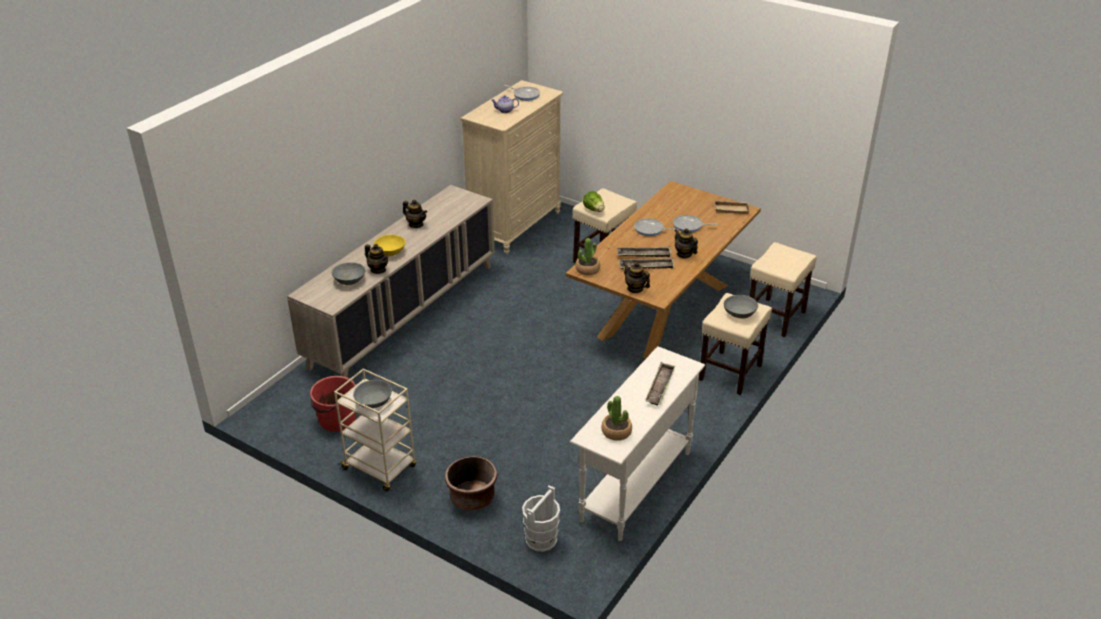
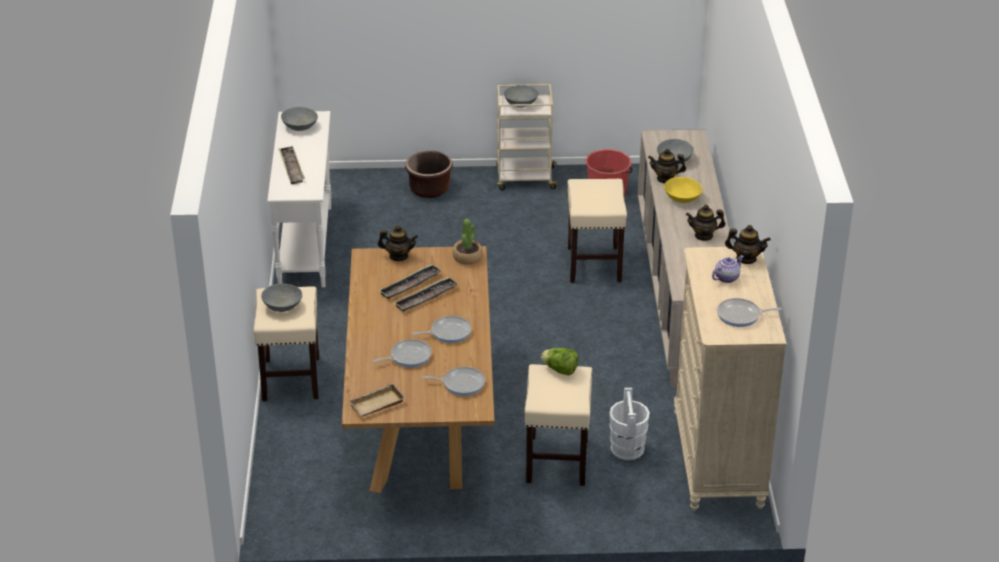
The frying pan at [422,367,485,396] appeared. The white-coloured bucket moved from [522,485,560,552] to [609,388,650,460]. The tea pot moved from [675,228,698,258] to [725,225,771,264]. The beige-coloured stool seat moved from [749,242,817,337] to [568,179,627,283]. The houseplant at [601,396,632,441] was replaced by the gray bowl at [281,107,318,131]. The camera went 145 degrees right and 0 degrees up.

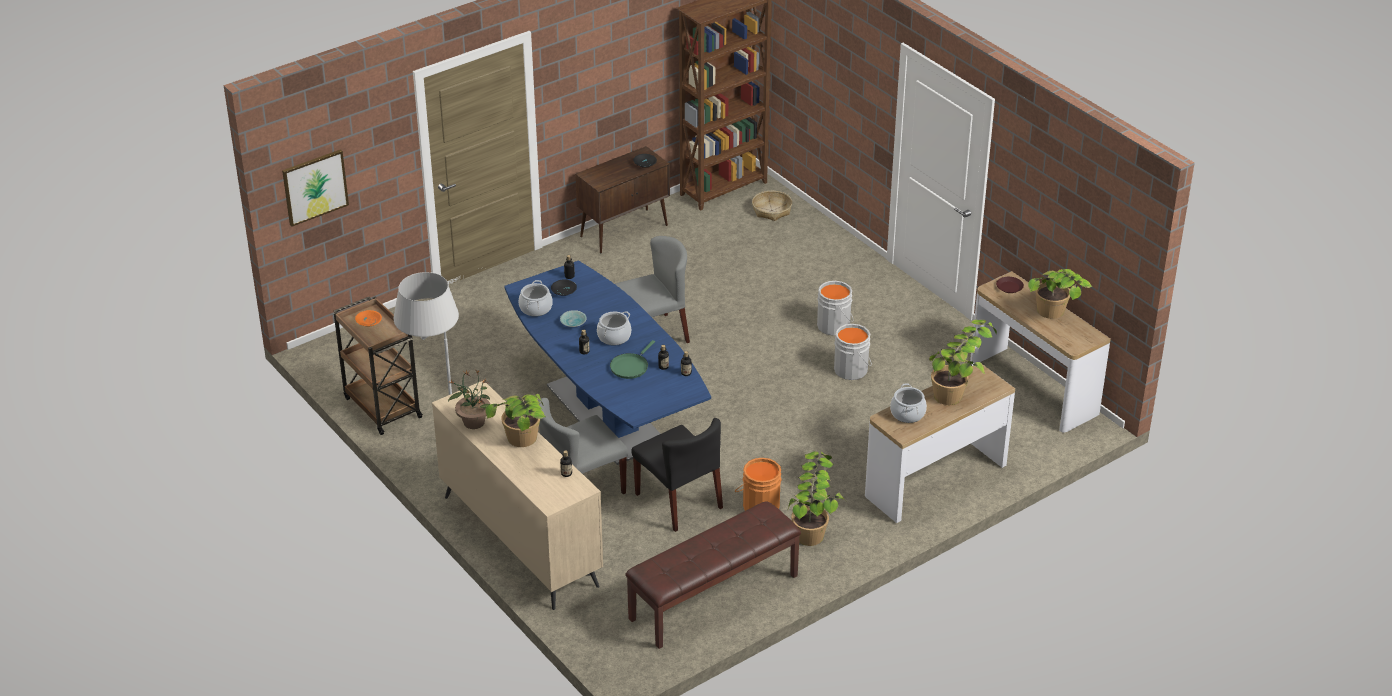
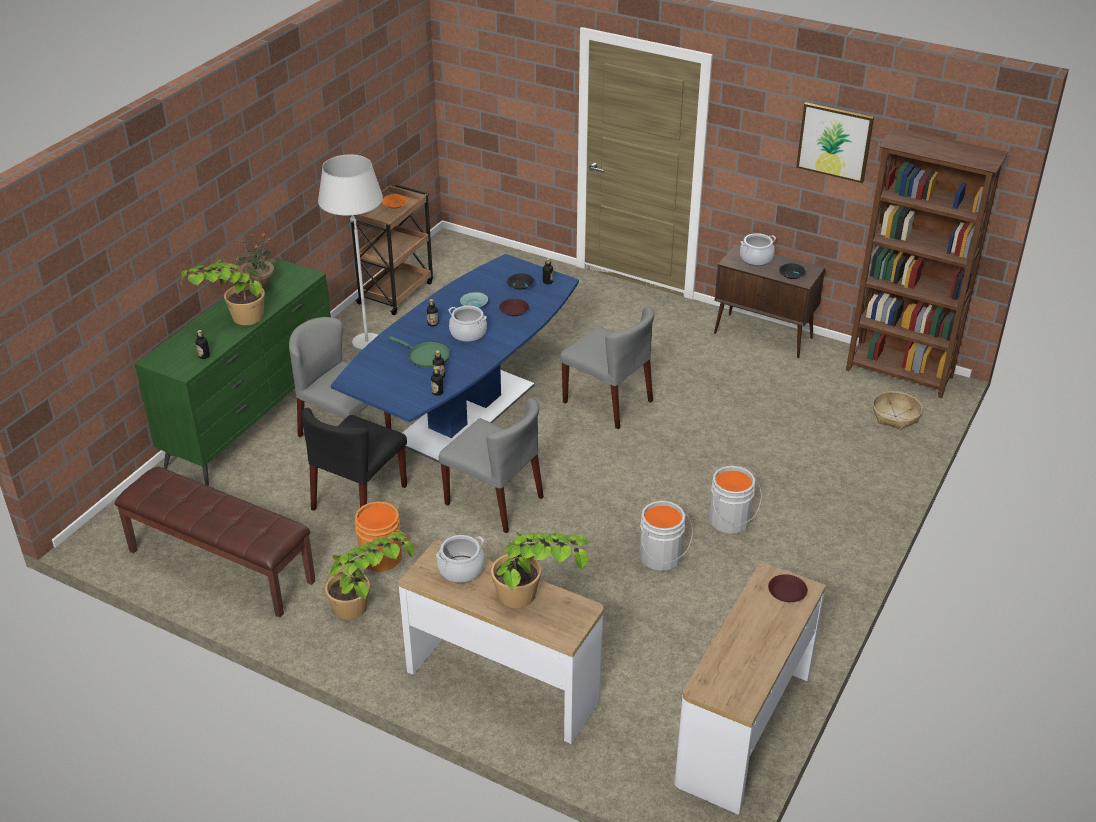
The houseplant at [1028,269,1092,319] disappeared. The gray upright chair at [439,398,544,533] appeared. The brownish plate at [499,299,529,316] appeared. The wall art moved from [282,149,349,226] to [796,102,874,183]. The saucepot moved from [519,280,553,317] to [740,233,776,266]. The beige-coloured dresser at [432,381,603,610] became the green dresser at [134,258,331,486]. The green frying pan at [610,340,655,379] turned 150 degrees counterclockwise. The camera went 65 degrees right and 0 degrees up.

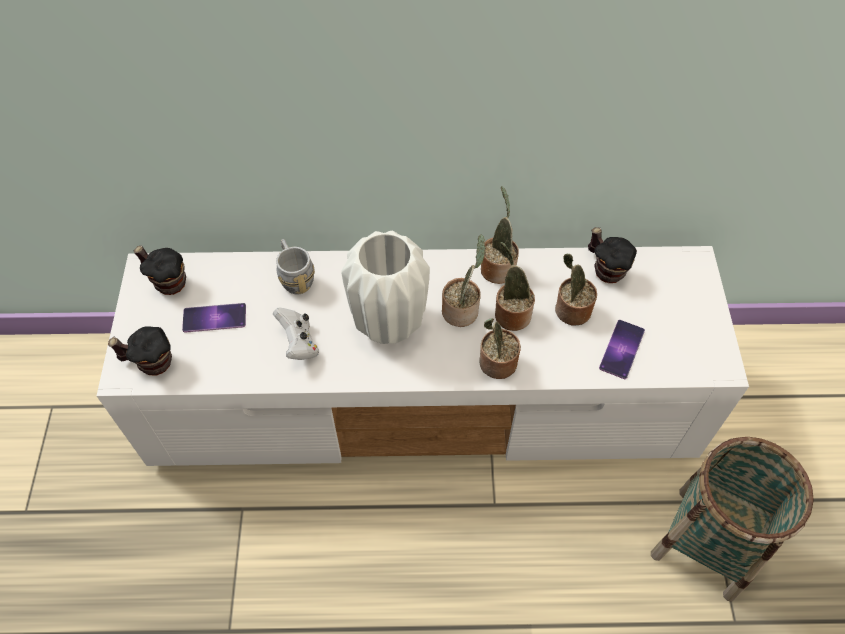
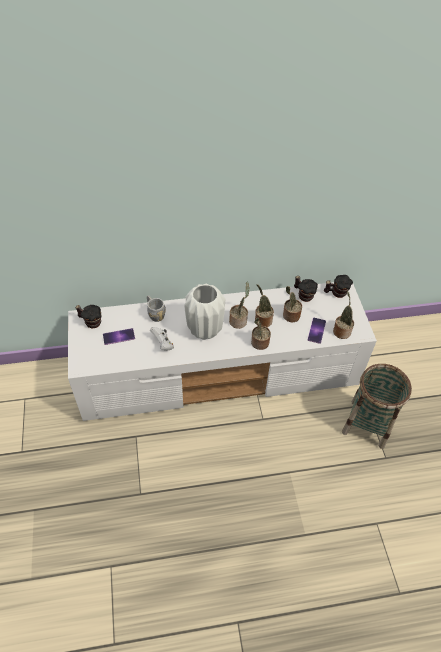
The coffee mug moved from [108,326,172,376] to [324,275,353,298]. The houseplant moved from [481,186,519,284] to [333,291,354,339]. The camera went 10 degrees left and 5 degrees down.

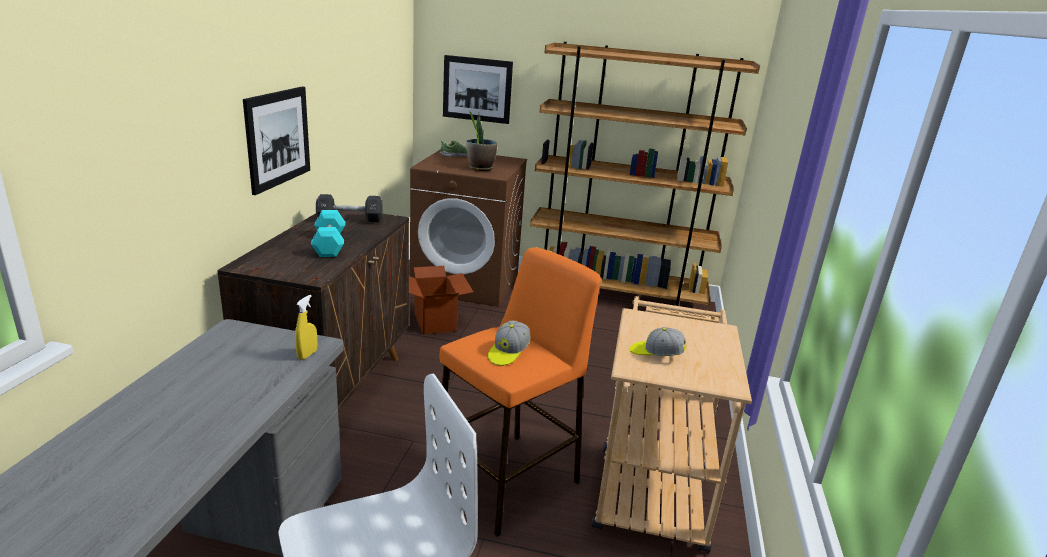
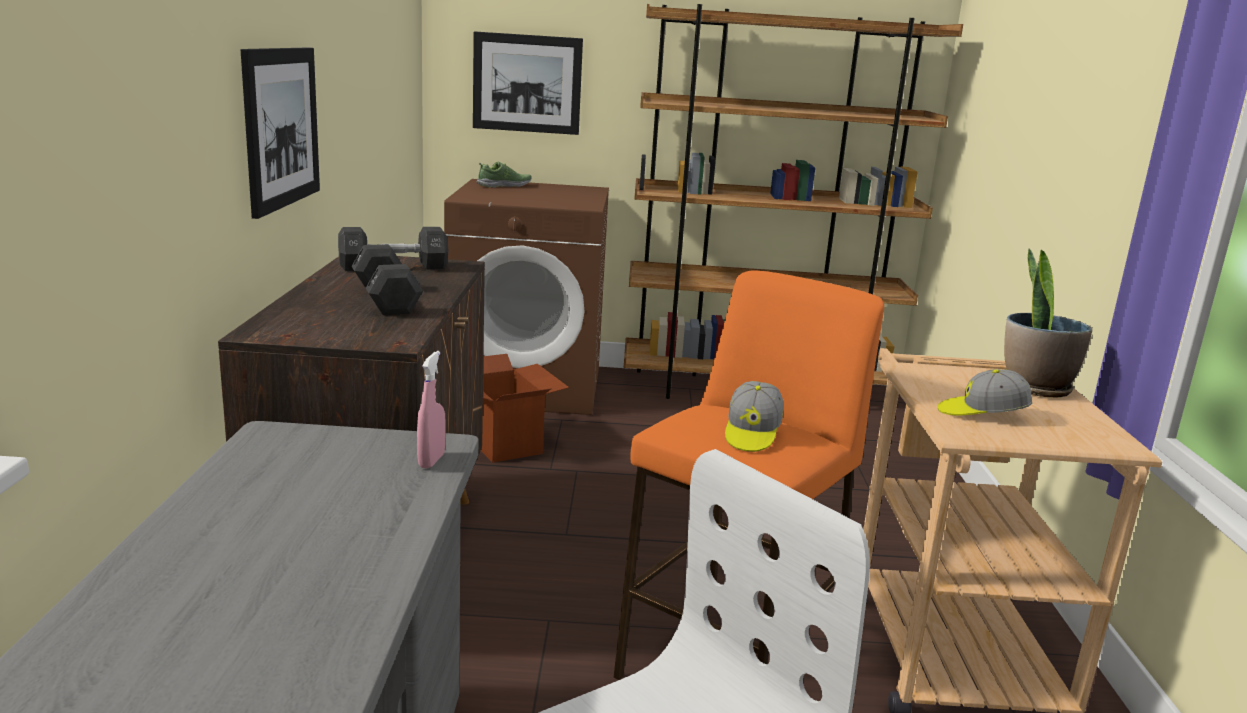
The houseplant moved from [466,111,497,171] to [1004,249,1092,397]. The yellowish sprayer at [295,295,317,360] became the pink sprayer at [417,351,446,468]. The turquoise dumbbell at [311,210,345,257] became the black dumbbell at [351,244,423,315]. The camera went 10 degrees left and 5 degrees down.

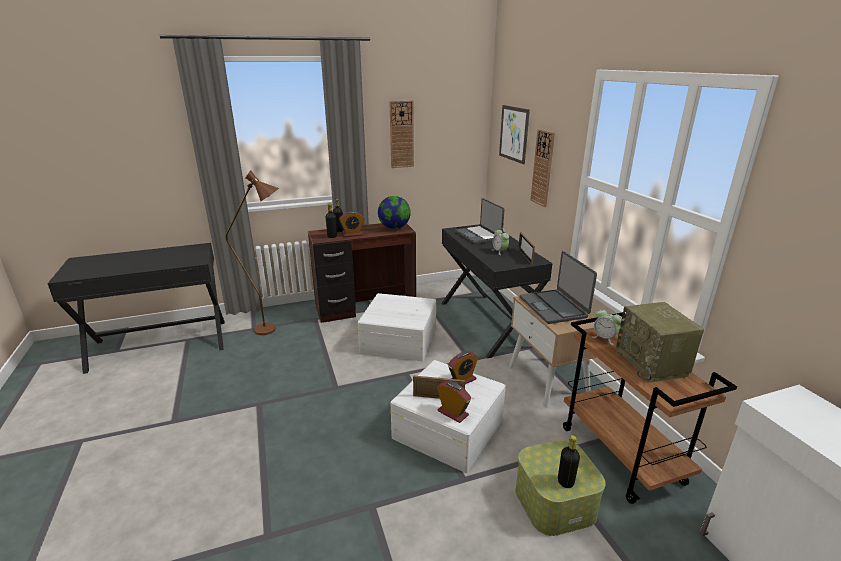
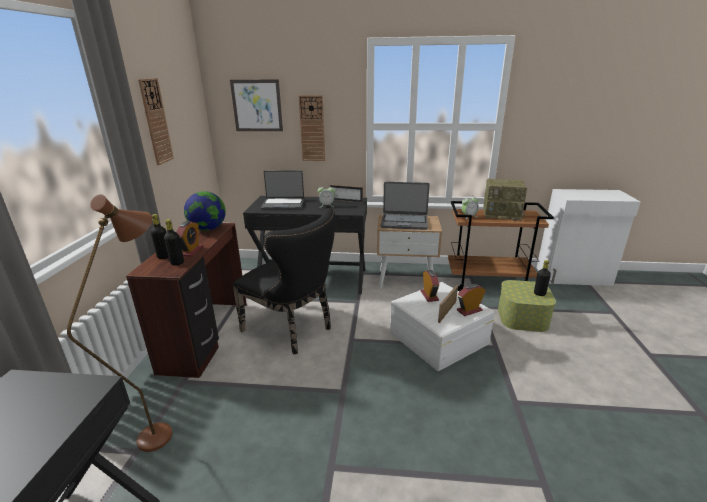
The white-coloured storage box at [358,293,436,361] was replaced by the black upright chair at [232,208,336,355]. The camera went 65 degrees left and 0 degrees up.

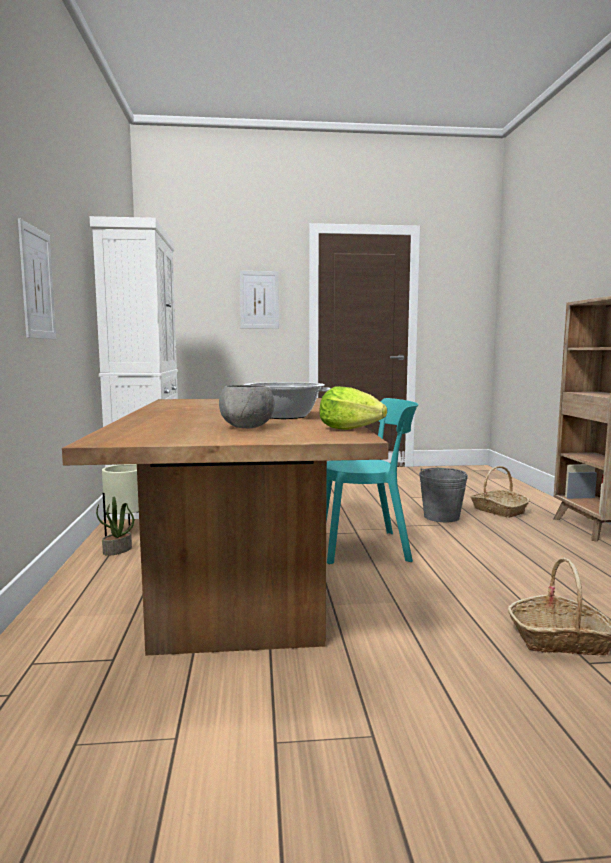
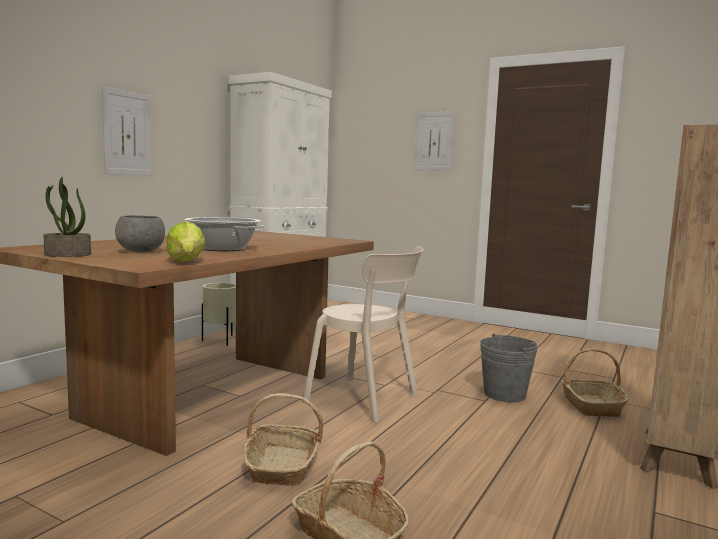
The storage basket at [243,393,323,486] appeared. The houseplant moved from [96,497,134,556] to [43,177,91,257]. The turquoise upright chair at [326,398,419,564] became the beige-coloured upright chair at [304,246,423,423]. The camera went 35 degrees right and 0 degrees up.

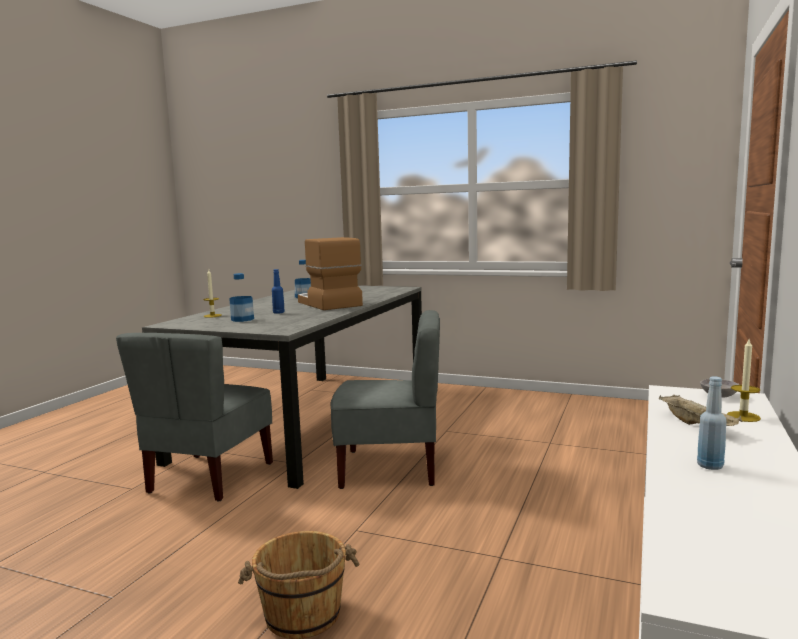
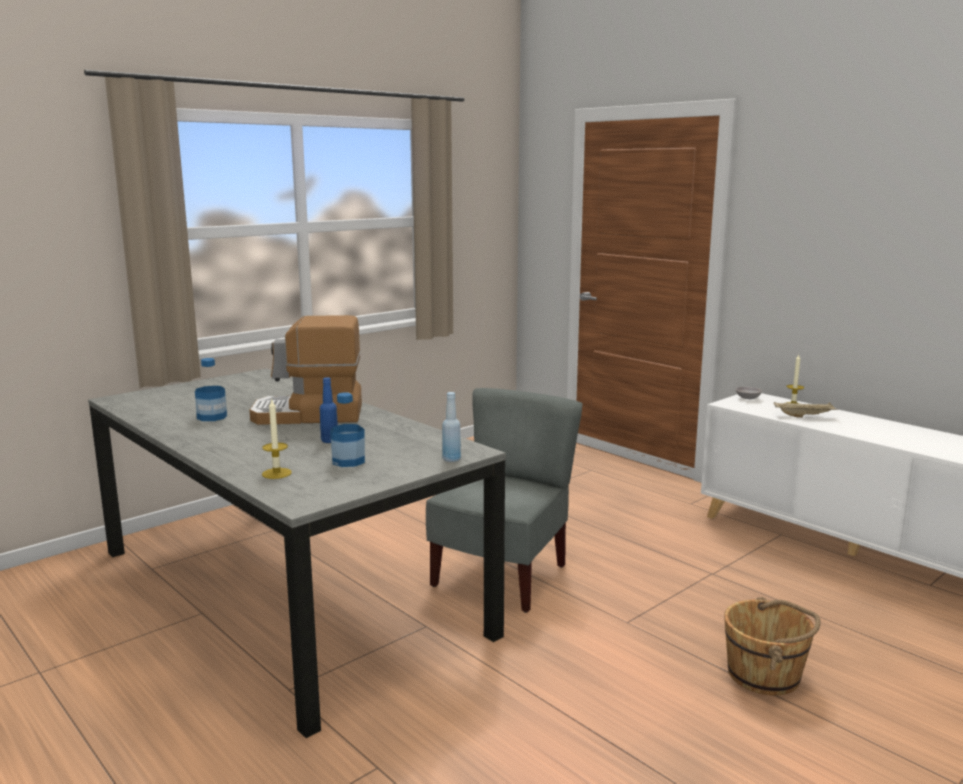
The gray upright chair at [116,333,273,502] disappeared. The bluish beverage bottle moved from [697,376,727,470] to [442,392,461,462]. The camera went 65 degrees left and 5 degrees up.

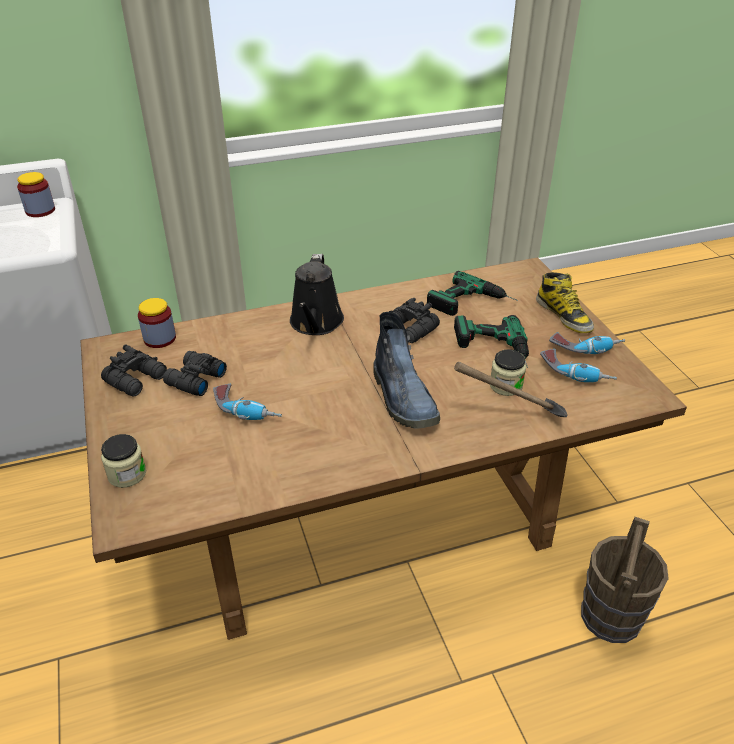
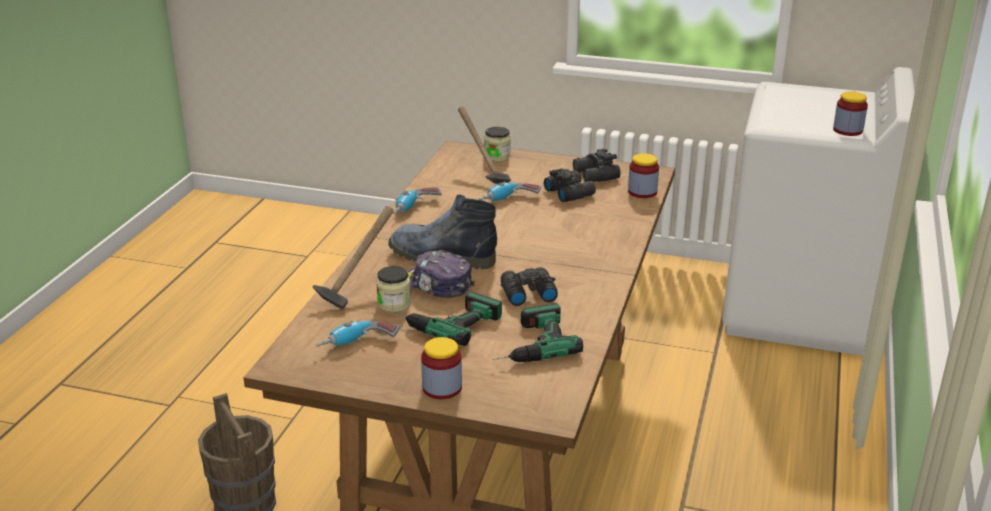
The black watering can at [290,254,344,335] disappeared. The peaked cap at [408,250,475,298] appeared. The tool hammer at [458,106,511,184] appeared. The power drill moved from [549,332,625,354] to [393,187,442,214]. The tall boot at [536,272,594,333] was replaced by the jar at [421,337,462,399]. The camera went 125 degrees right and 10 degrees down.

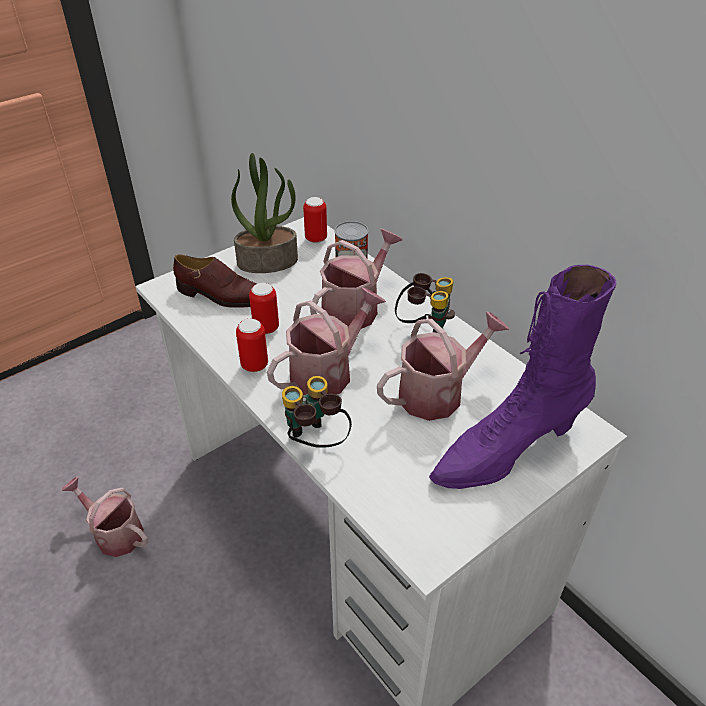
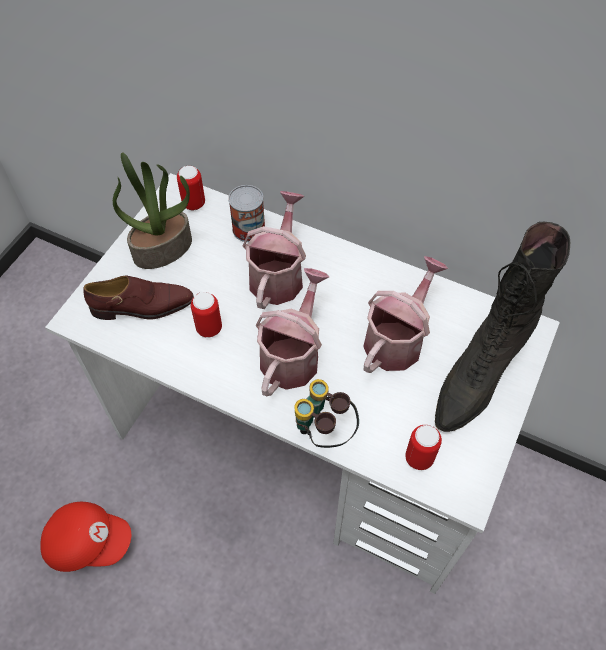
The pair of binoculars at [395,273,455,333] disappeared. The can moved from [236,319,268,372] to [405,425,442,470]. The watering can at [61,476,149,557] was replaced by the red peaked cap at [40,502,131,572]. The purple tall boot at [429,264,616,489] became the black tall boot at [435,222,570,432]. The camera went 25 degrees left and 15 degrees up.

